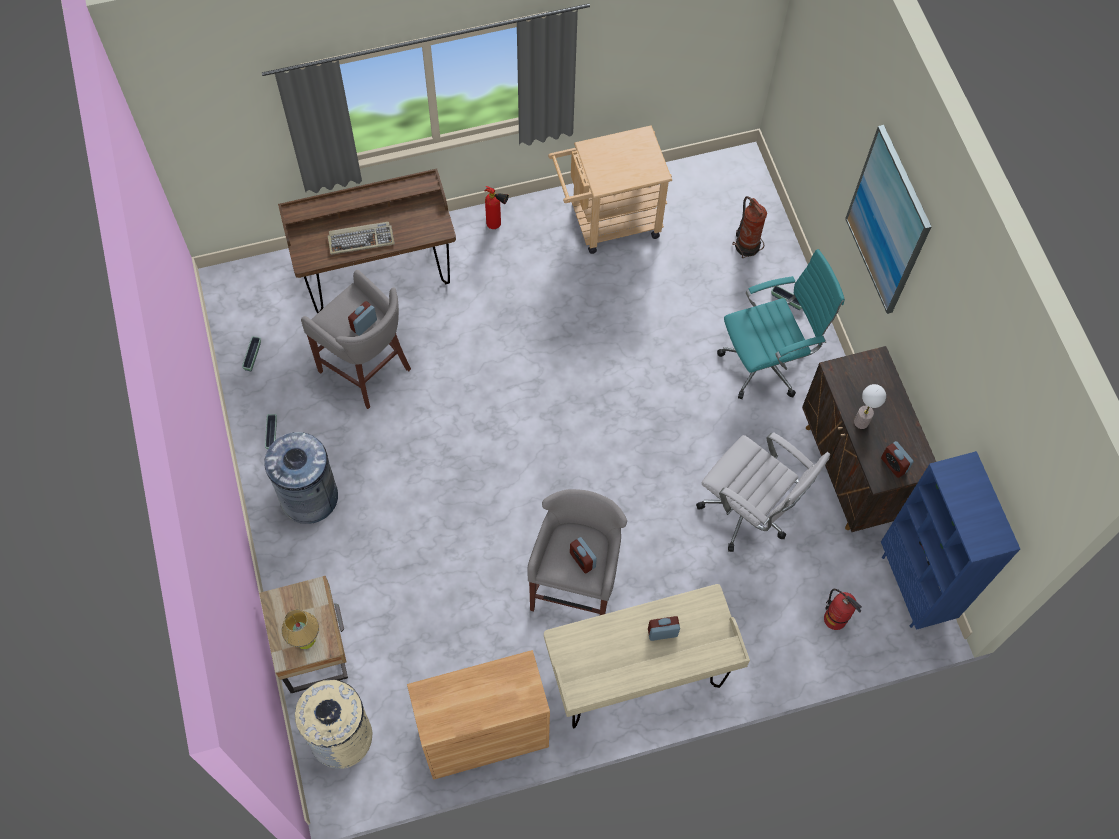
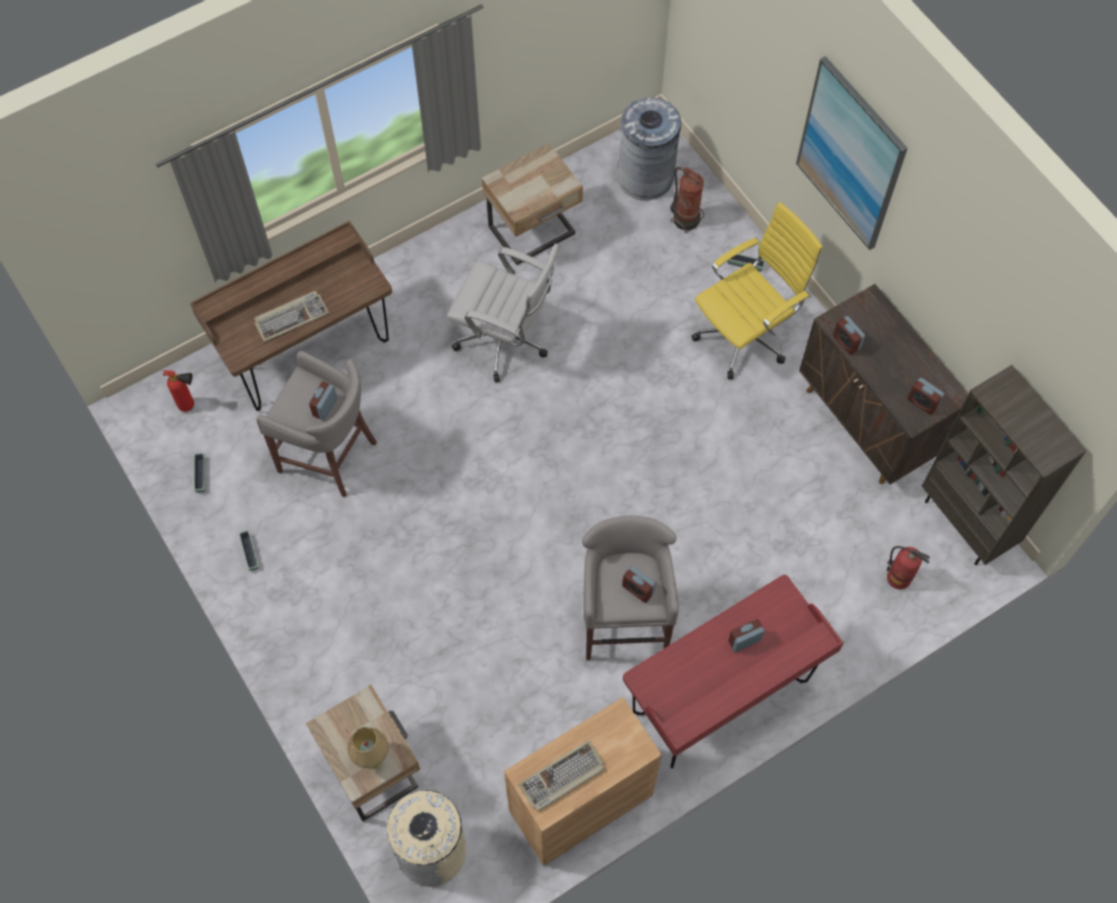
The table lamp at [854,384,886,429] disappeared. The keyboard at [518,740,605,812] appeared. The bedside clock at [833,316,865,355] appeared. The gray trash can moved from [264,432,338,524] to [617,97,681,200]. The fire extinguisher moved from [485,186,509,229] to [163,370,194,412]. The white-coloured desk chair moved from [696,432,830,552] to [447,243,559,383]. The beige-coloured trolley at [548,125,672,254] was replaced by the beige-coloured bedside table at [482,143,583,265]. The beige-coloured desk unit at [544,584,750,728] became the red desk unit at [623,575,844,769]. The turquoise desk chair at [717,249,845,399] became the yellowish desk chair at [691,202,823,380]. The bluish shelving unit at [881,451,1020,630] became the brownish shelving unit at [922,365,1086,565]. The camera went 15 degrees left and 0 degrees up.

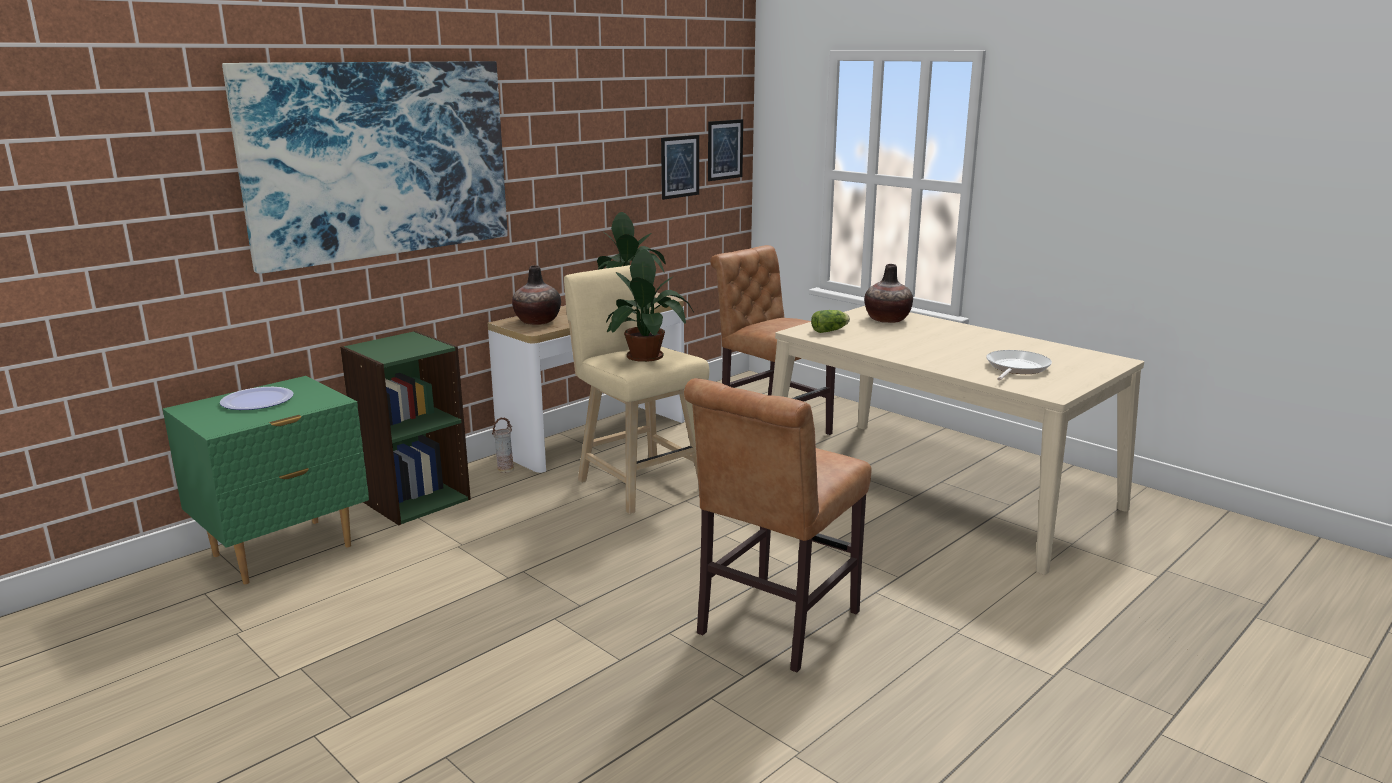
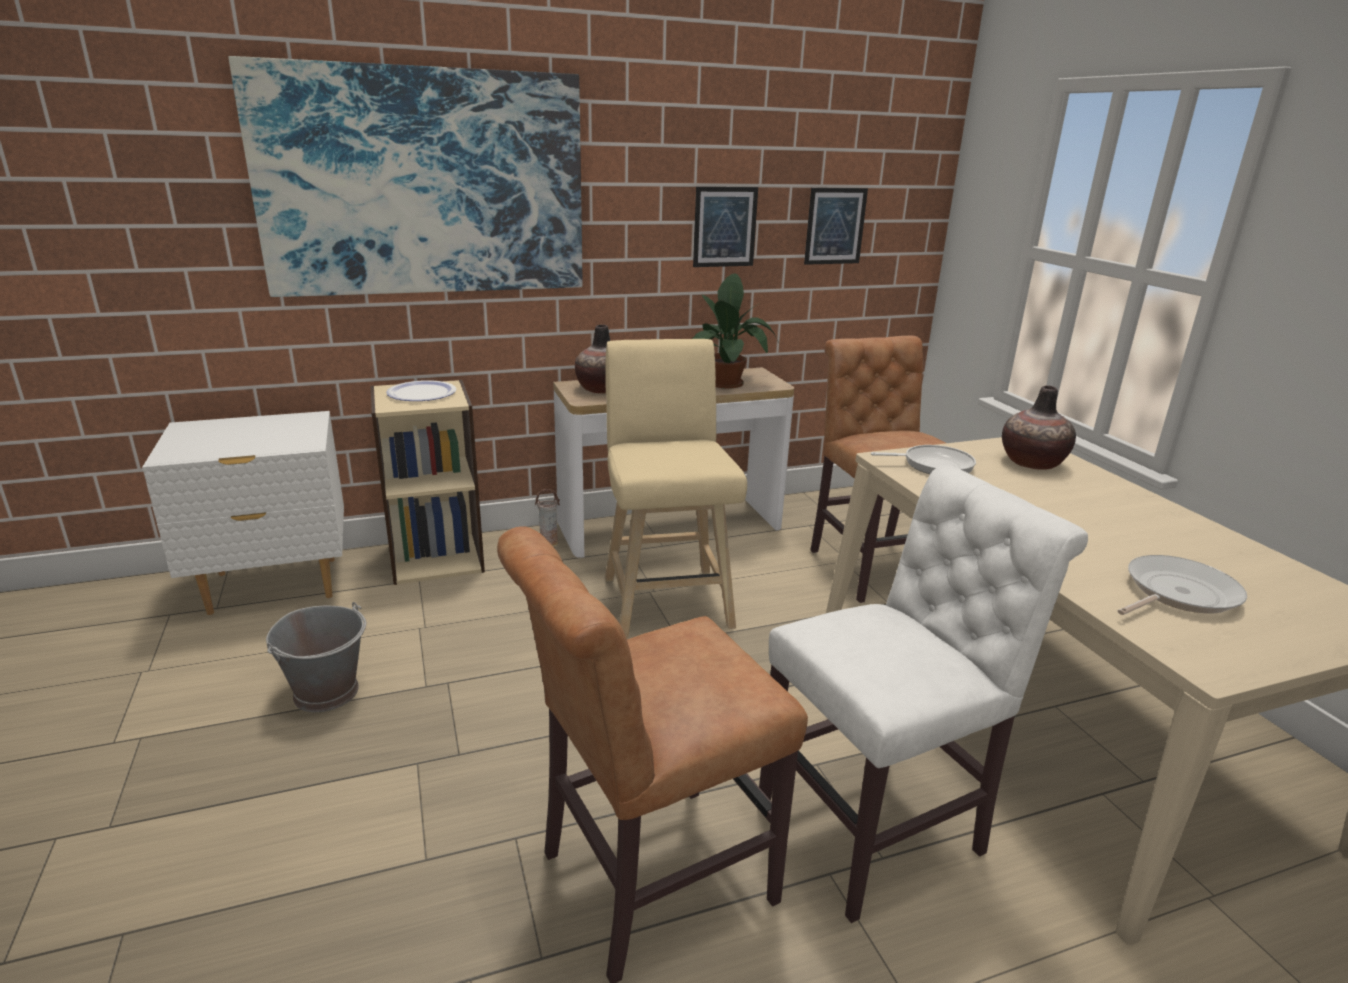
The houseplant at [606,249,694,362] disappeared. The gray bucket at [266,602,366,712] appeared. The white-coloured upright chair at [759,465,1088,923] appeared. The plate moved from [220,387,294,410] to [386,380,456,401]. The wall art moved from [708,119,743,181] to [693,187,758,267]. The lettuce head at [811,310,850,333] was replaced by the frying pan at [871,445,976,474]. The green bedside table at [163,376,369,584] became the white-coloured bedside table at [142,411,344,615]. The green shelving unit at [340,331,471,525] became the beige-coloured shelving unit at [370,380,485,585]. The camera went 25 degrees right and 5 degrees up.

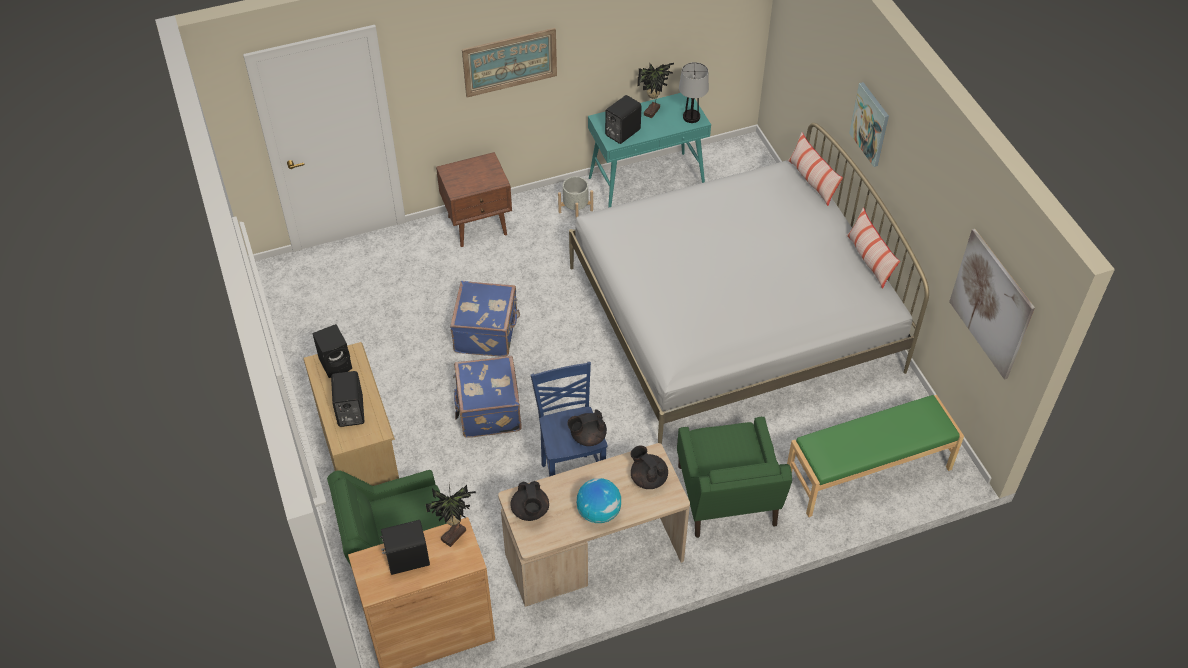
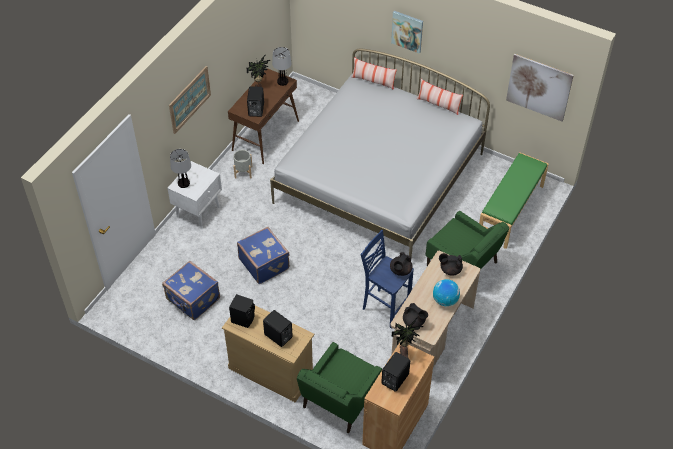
The table lamp at [170,149,191,188] appeared. The bluish suitcase moved from [453,356,522,438] to [162,261,220,320]. The brownish bedside table at [436,152,512,247] became the white-coloured bedside table at [167,161,222,229]. The turquoise narrow table at [588,93,711,208] became the brownish narrow table at [228,68,299,164]. The camera went 40 degrees left and 0 degrees up.

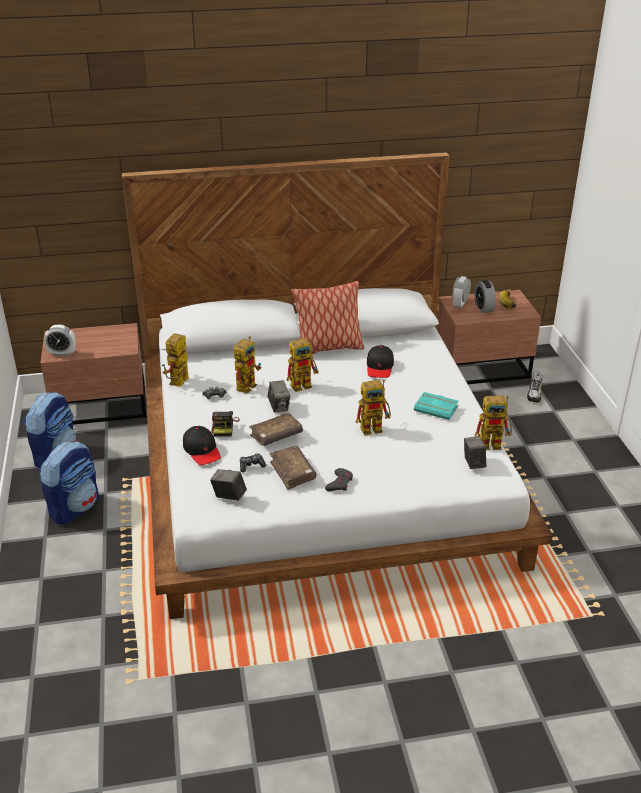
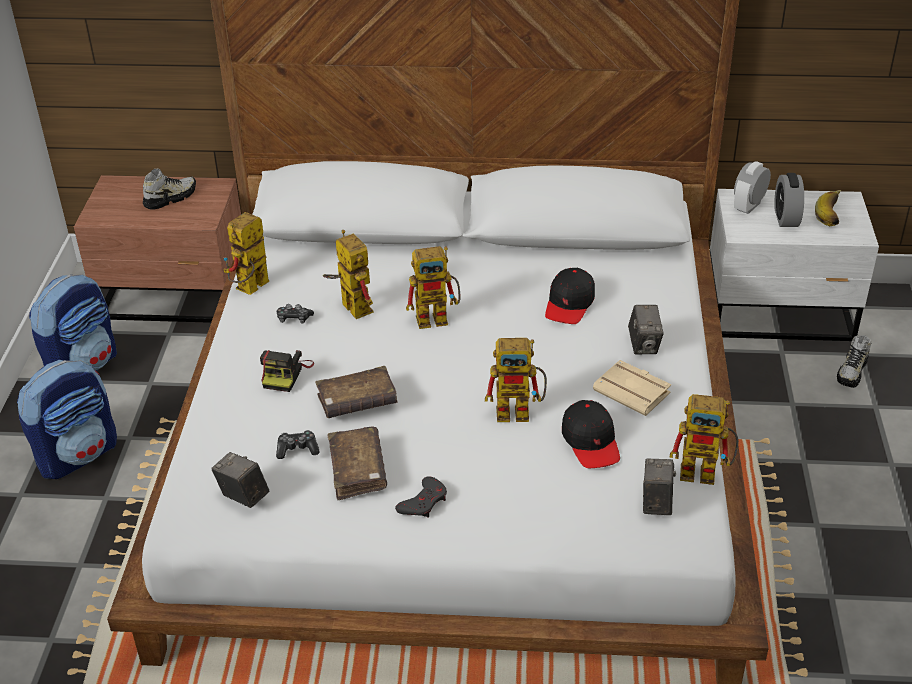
The bedside clock at [44,324,76,356] disappeared. The throw pillow at [291,281,364,354] disappeared. The low shoe at [143,169,196,210] appeared. The black peaked cap moved from [183,426,221,465] to [562,400,620,468]. The still camera moved from [268,380,290,413] to [628,305,664,354]. The turquoise book at [414,392,458,420] became the beige-coloured book at [593,360,671,416]. The brownish bedside table at [436,290,541,384] became the white-coloured bedside table at [710,189,879,341]. The model robot at [234,336,261,394] turned 75 degrees counterclockwise. The camera went 15 degrees right and 5 degrees up.

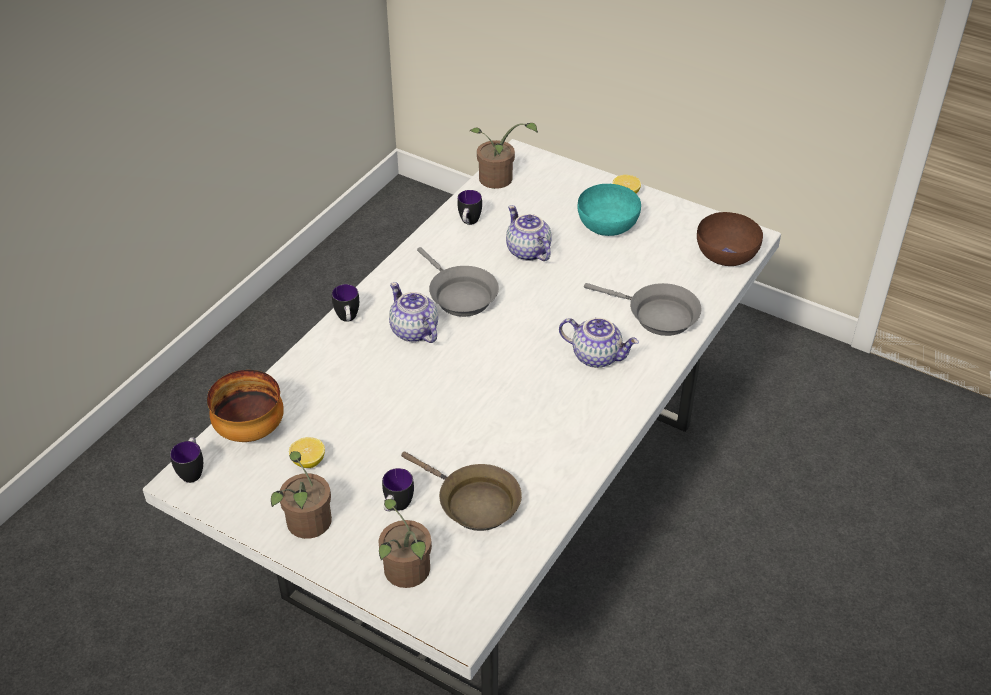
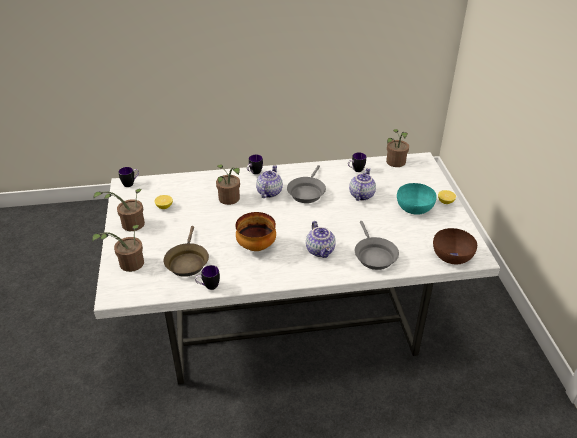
The houseplant at [216,164,240,205] appeared. The bowl moved from [207,370,284,442] to [235,212,276,251]. The coffee mug moved from [382,468,414,511] to [195,265,220,290]. The camera went 50 degrees right and 5 degrees down.

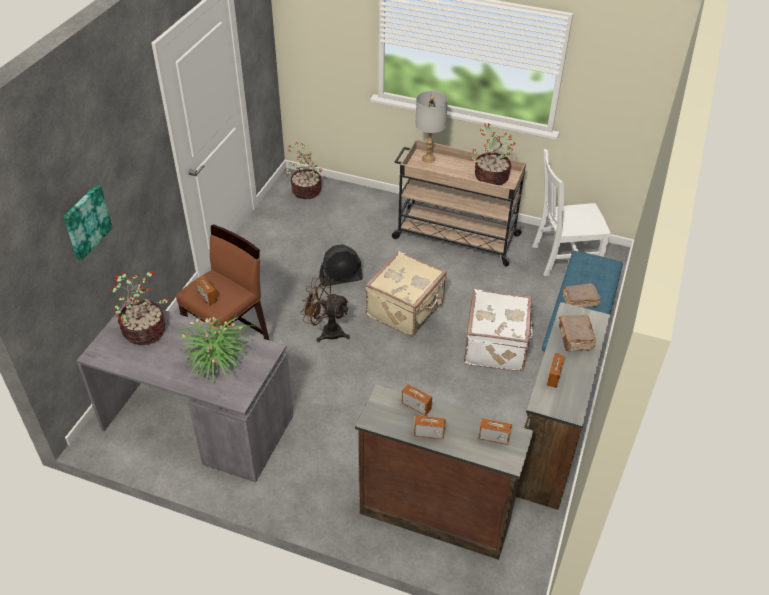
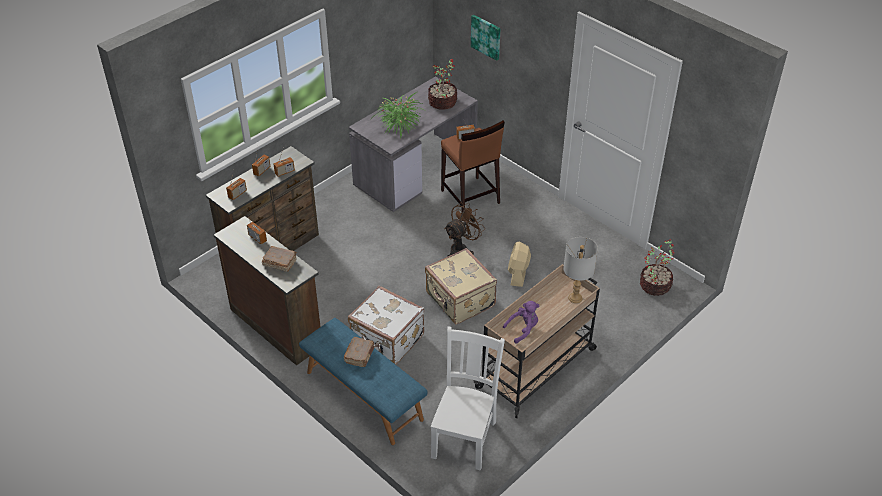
The houseplant at [470,123,515,186] was replaced by the purple cuddly toy at [503,301,539,344]. The black electric fan at [319,244,363,286] became the beige-coloured electric fan at [508,242,531,287]. The camera went 115 degrees right and 0 degrees up.

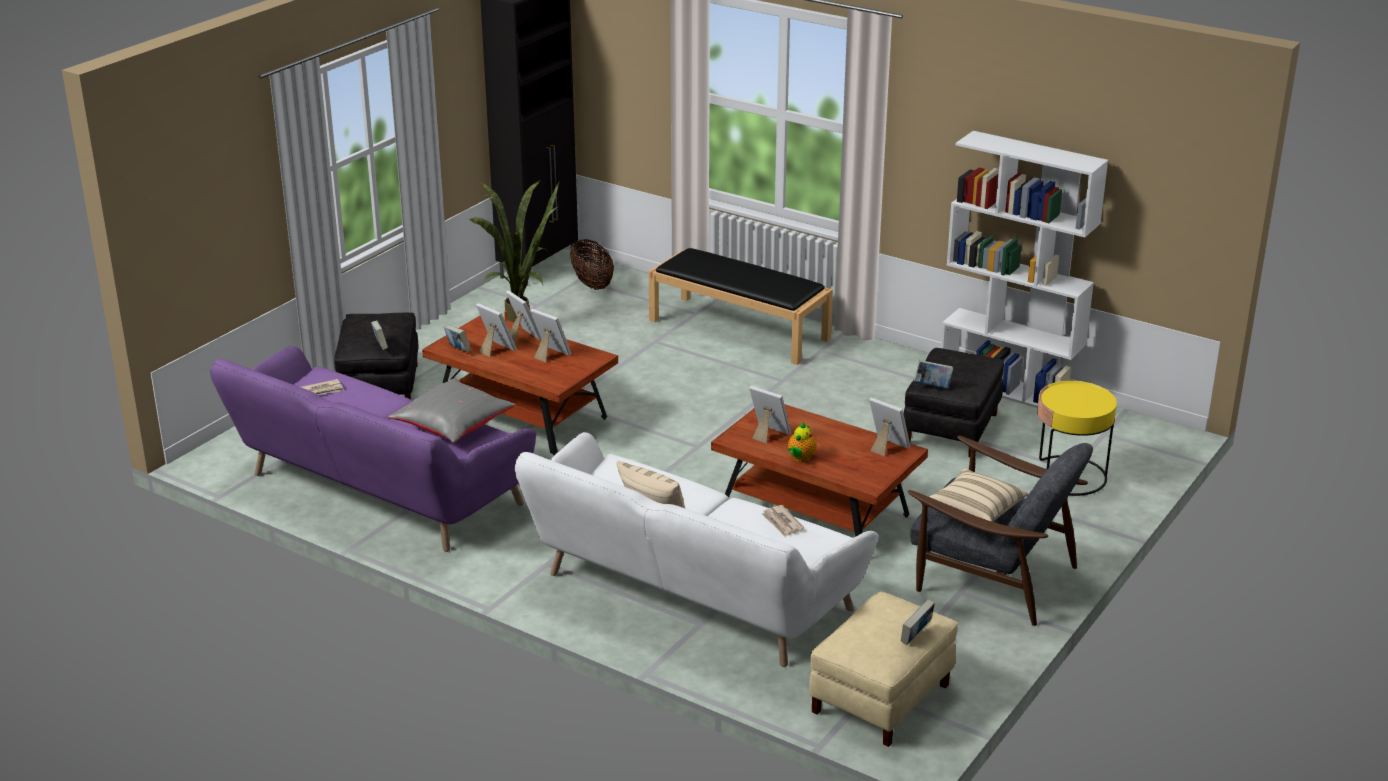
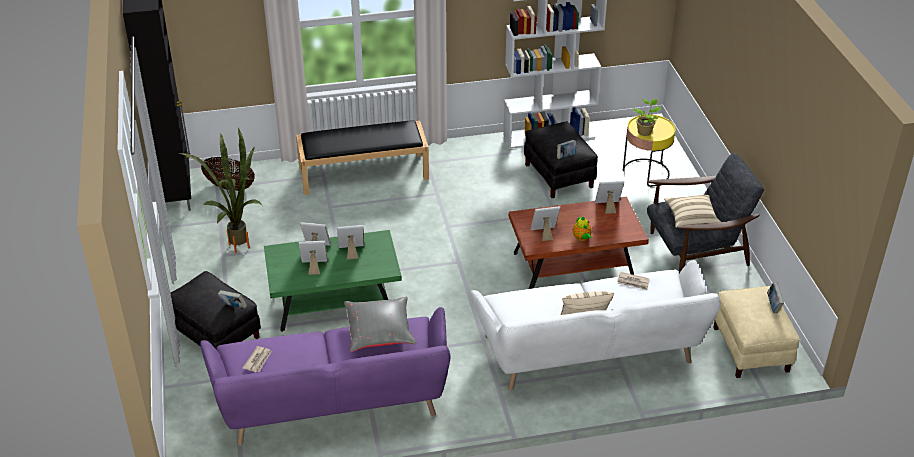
The book at [444,325,471,352] disappeared. The houseplant at [633,99,661,136] appeared. The brownish coffee table at [422,316,618,455] became the green coffee table at [264,230,402,332]. The camera went 45 degrees left and 10 degrees up.

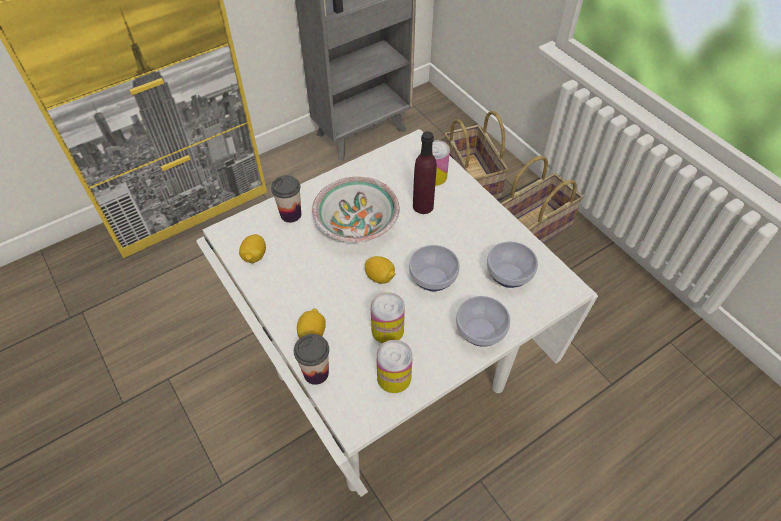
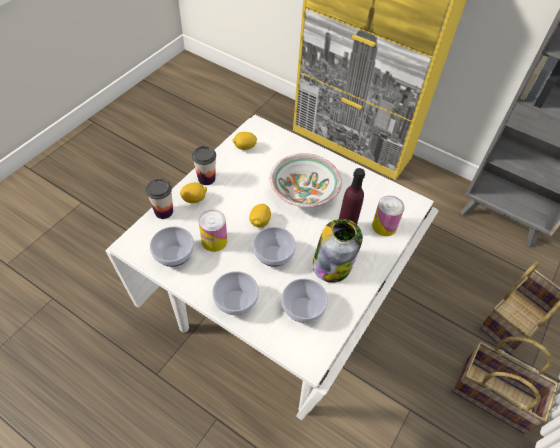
The jar at [313,219,363,283] appeared. The small cup moved from [271,175,301,223] to [192,146,216,185]. The can at [376,340,413,393] was replaced by the bowl at [150,226,194,267]. The camera went 65 degrees right and 0 degrees up.

